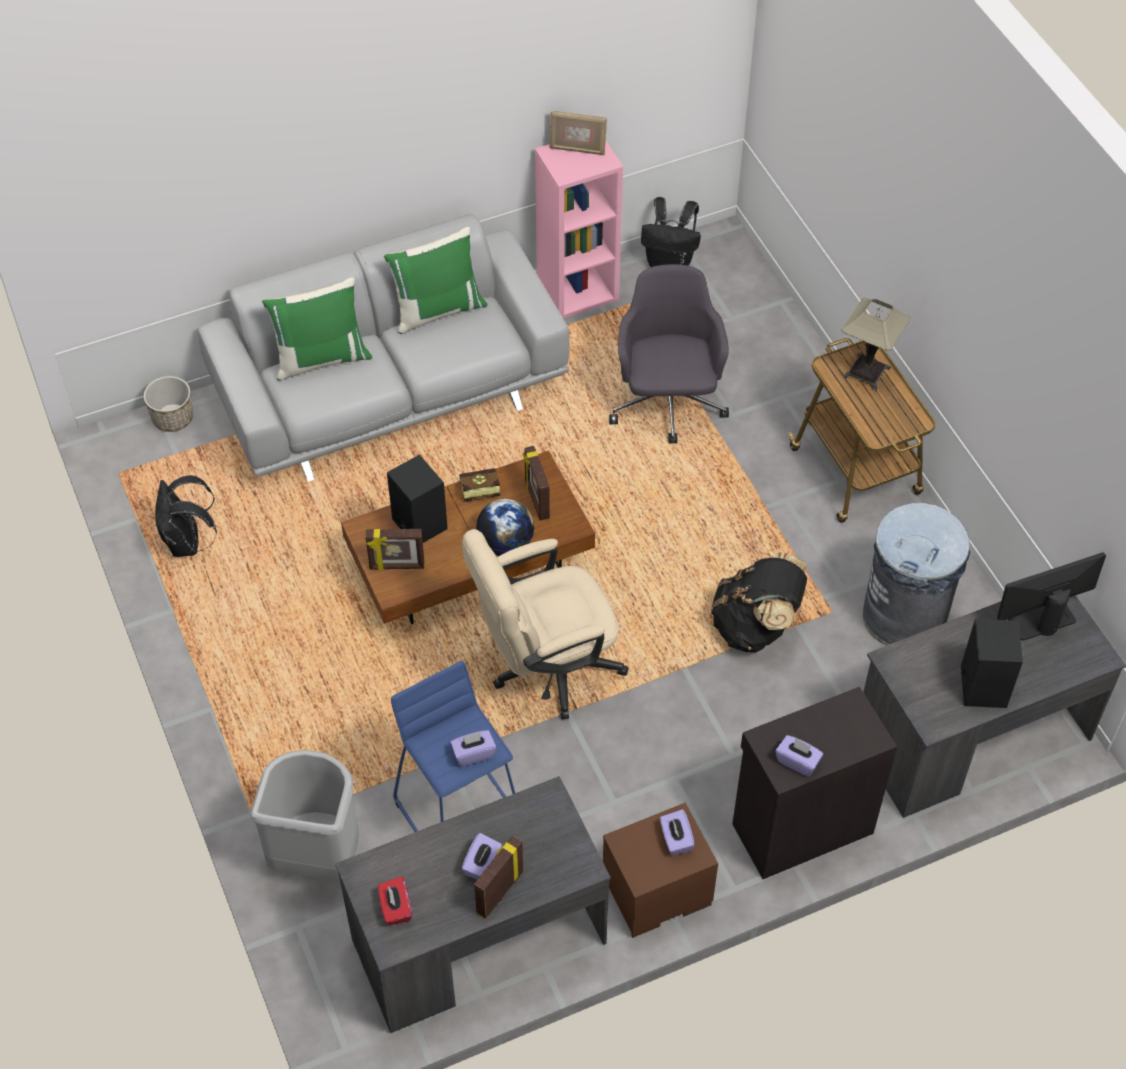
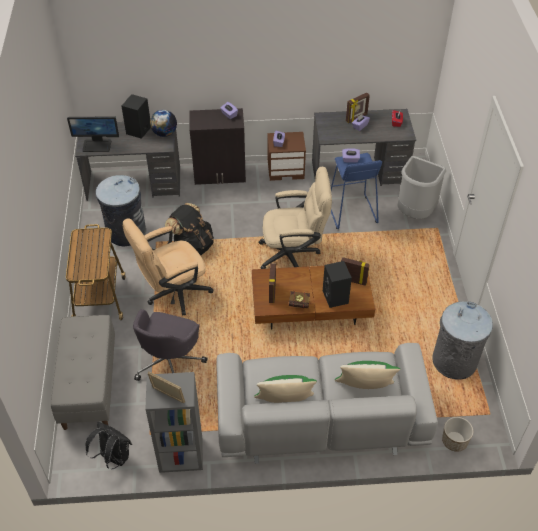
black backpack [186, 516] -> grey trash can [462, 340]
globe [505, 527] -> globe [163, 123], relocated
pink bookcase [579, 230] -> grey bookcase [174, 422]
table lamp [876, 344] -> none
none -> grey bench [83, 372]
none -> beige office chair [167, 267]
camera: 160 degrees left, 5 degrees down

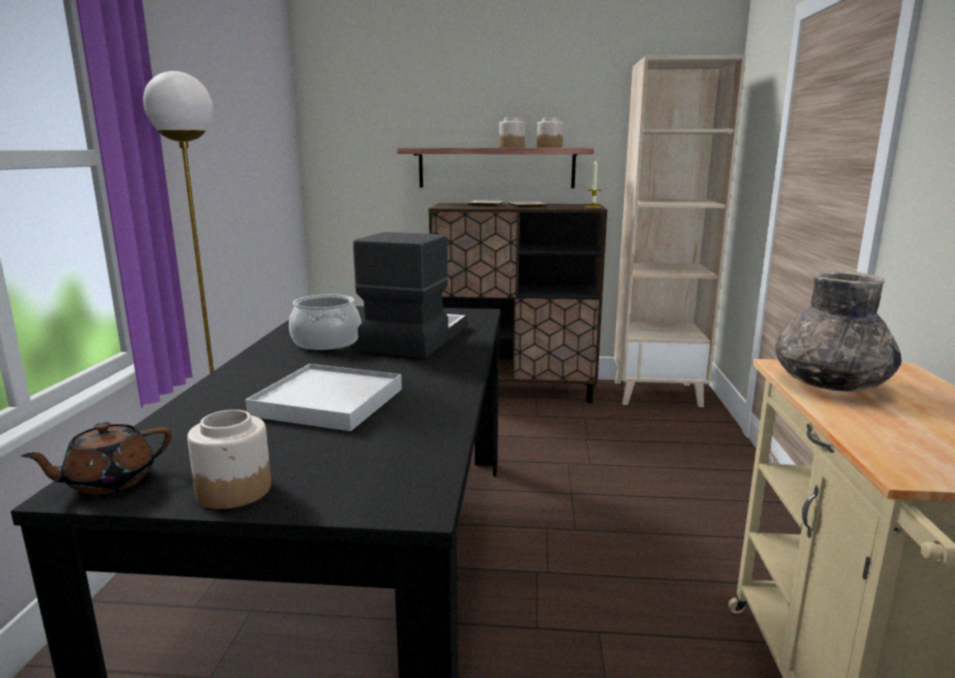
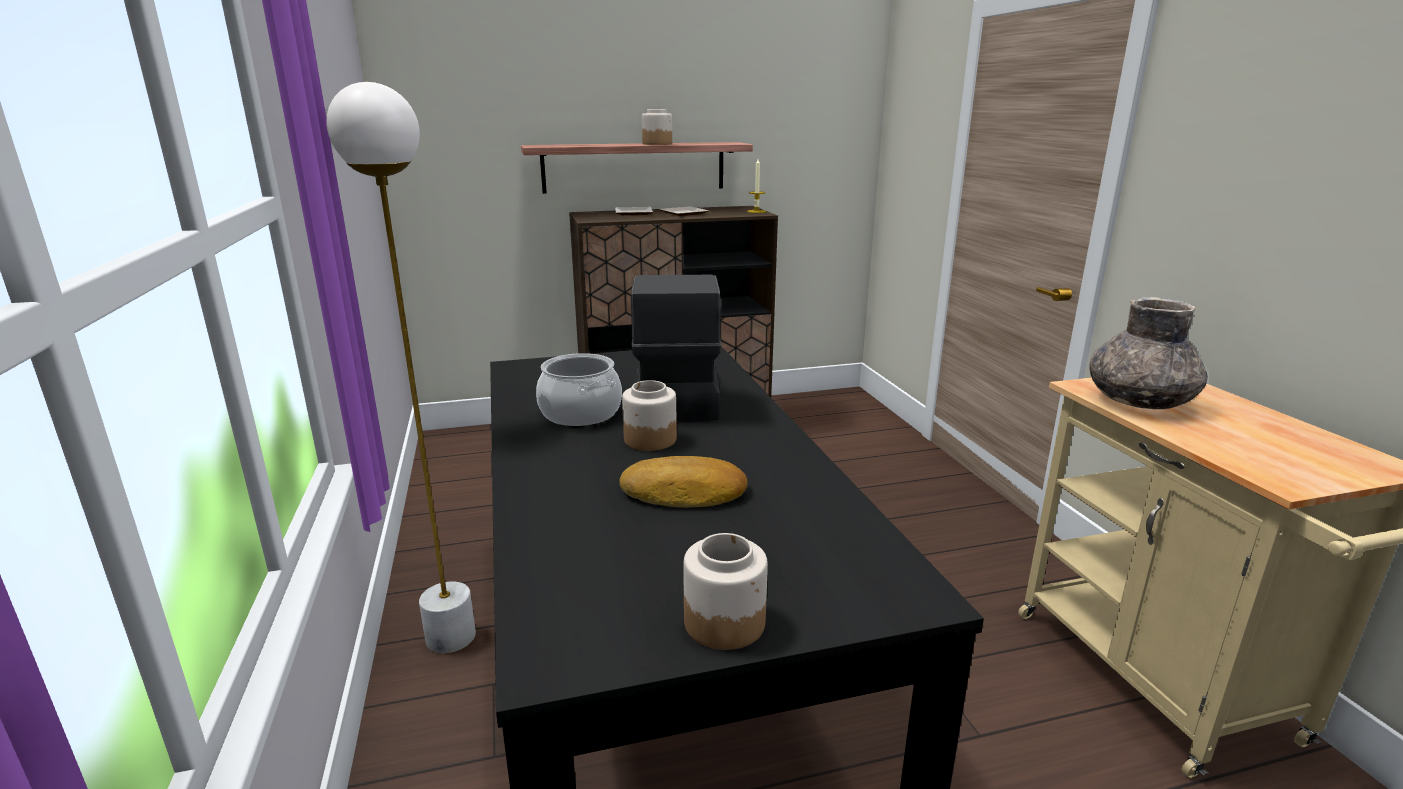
brown teapot [96, 458] -> none
white tray [323, 397] -> bread [683, 482]
jar [550, 133] -> jar [649, 415], relocated
beige bookcase [680, 231] -> none
camera: 20 degrees left, 5 degrees up

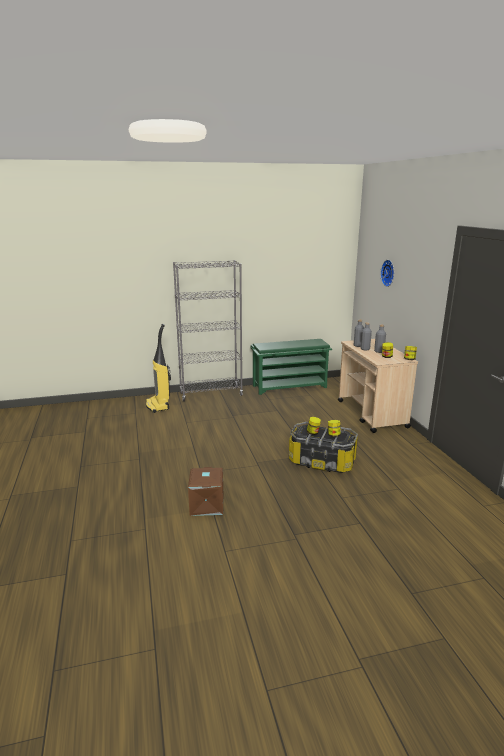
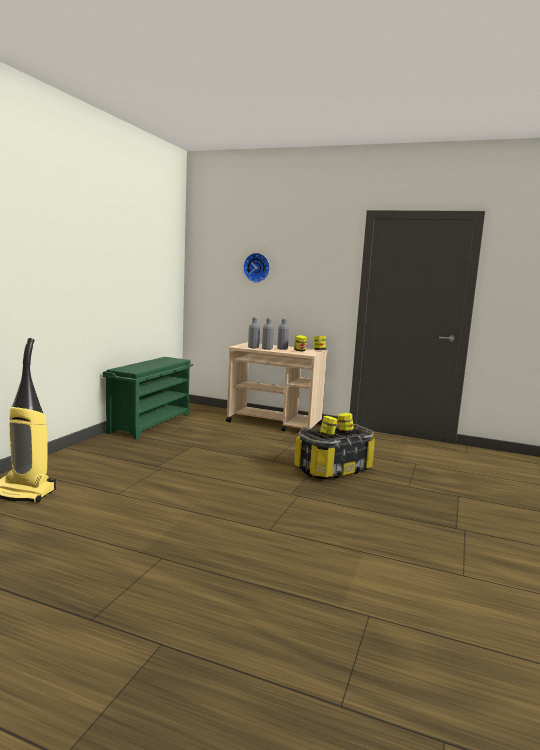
grey bookcase [208, 331] -> none
brown storage box [206, 491] -> none
camera: 55 degrees left, 10 degrees down

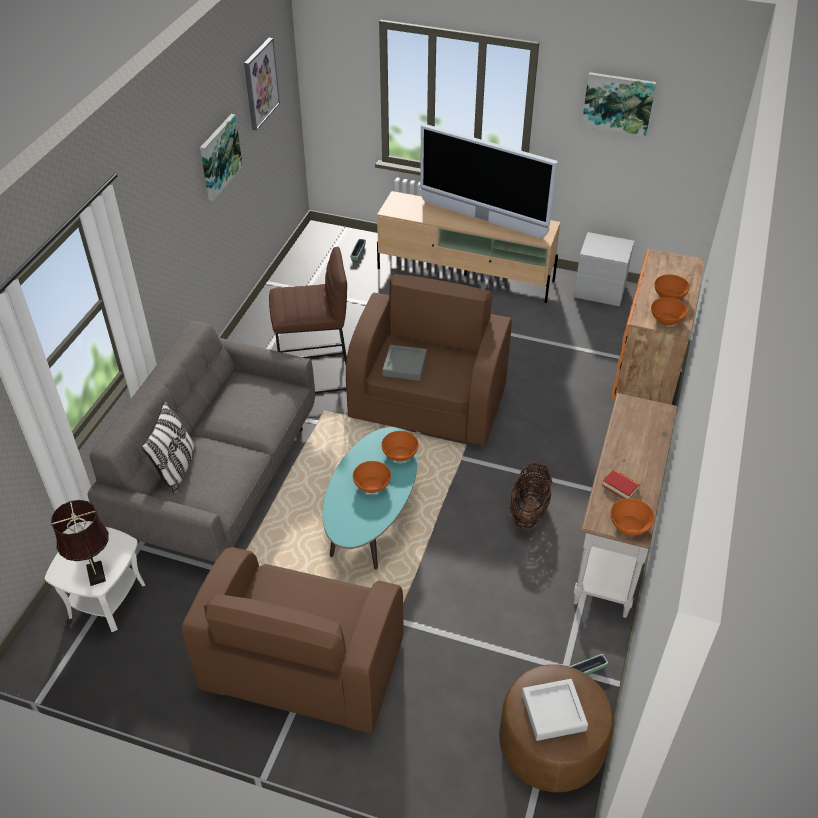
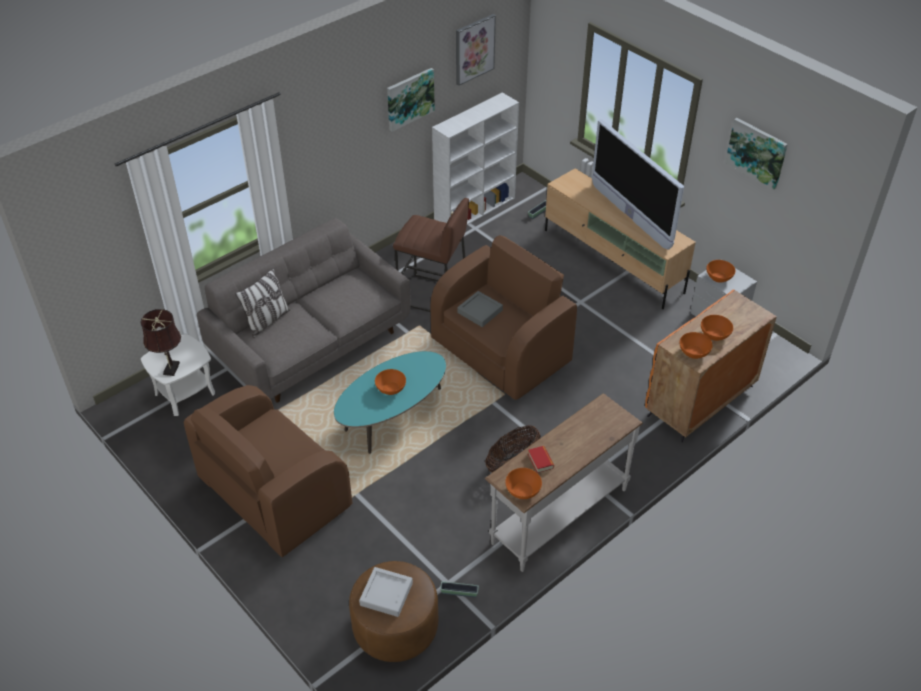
orange bowl [400, 446] -> orange bowl [720, 271], relocated
none -> white bookcase [475, 158]
camera: 30 degrees right, 0 degrees up

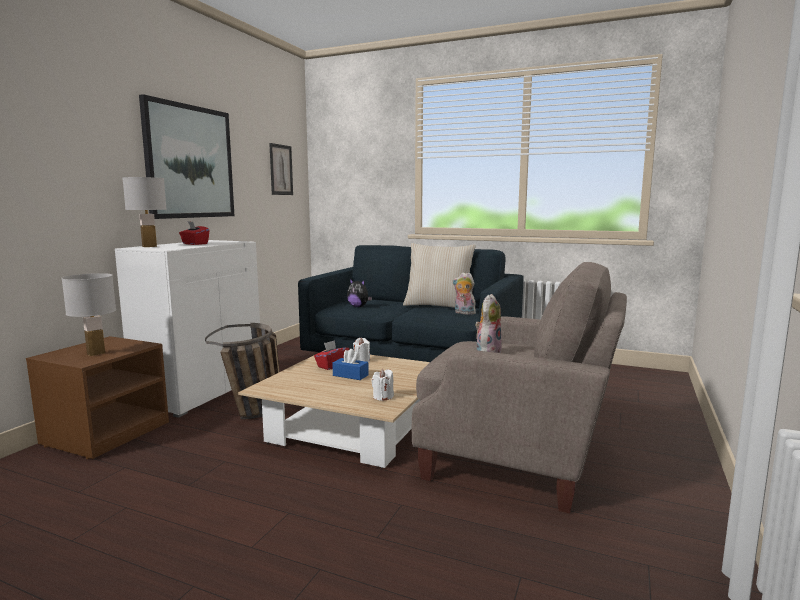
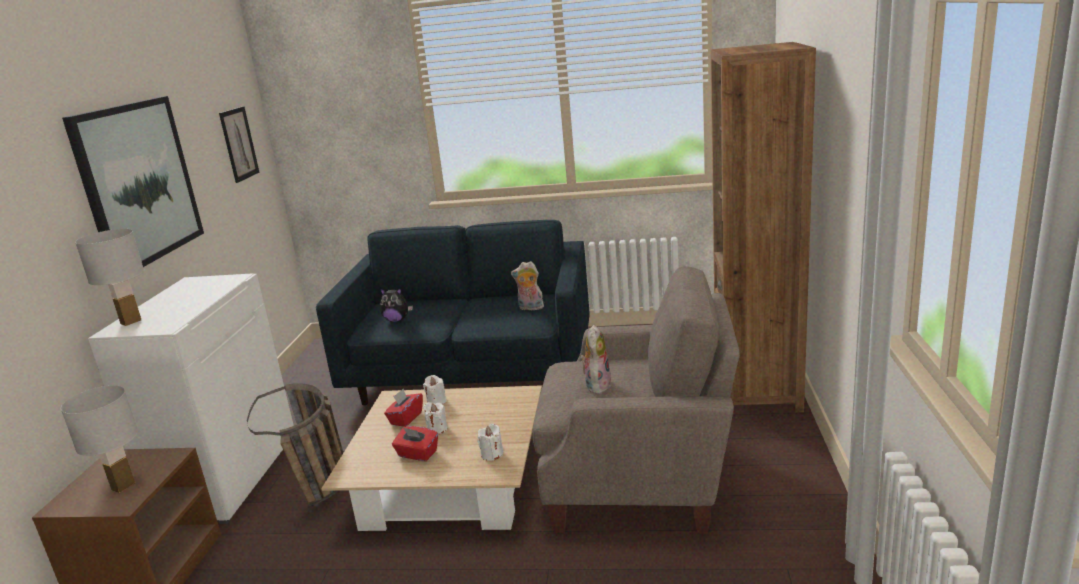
red tissue box [194, 233] -> red tissue box [415, 443], relocated
blue tissue box [350, 364] -> white candle [435, 418]
beige pillow [439, 275] -> none
none -> brown bookcase [763, 228]
camera: 15 degrees left, 10 degrees up

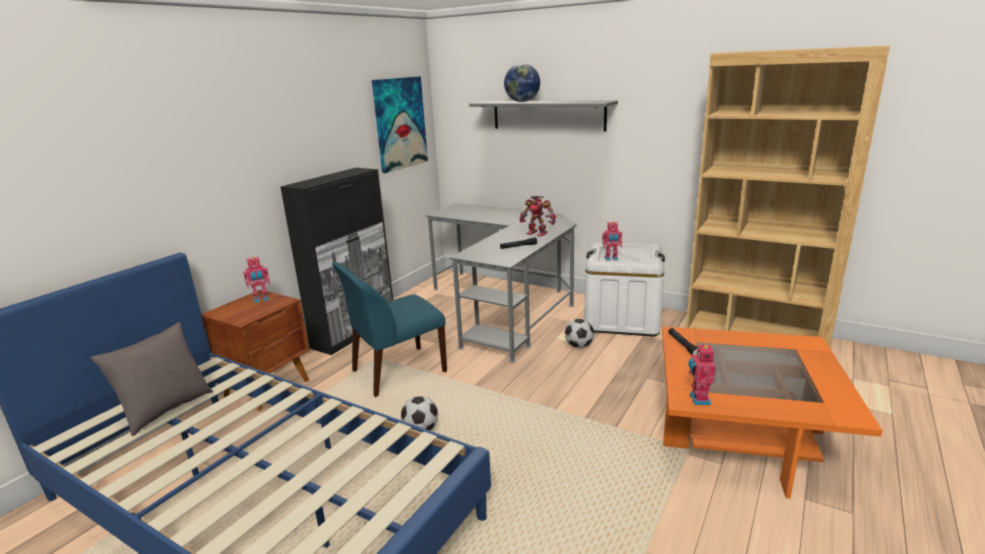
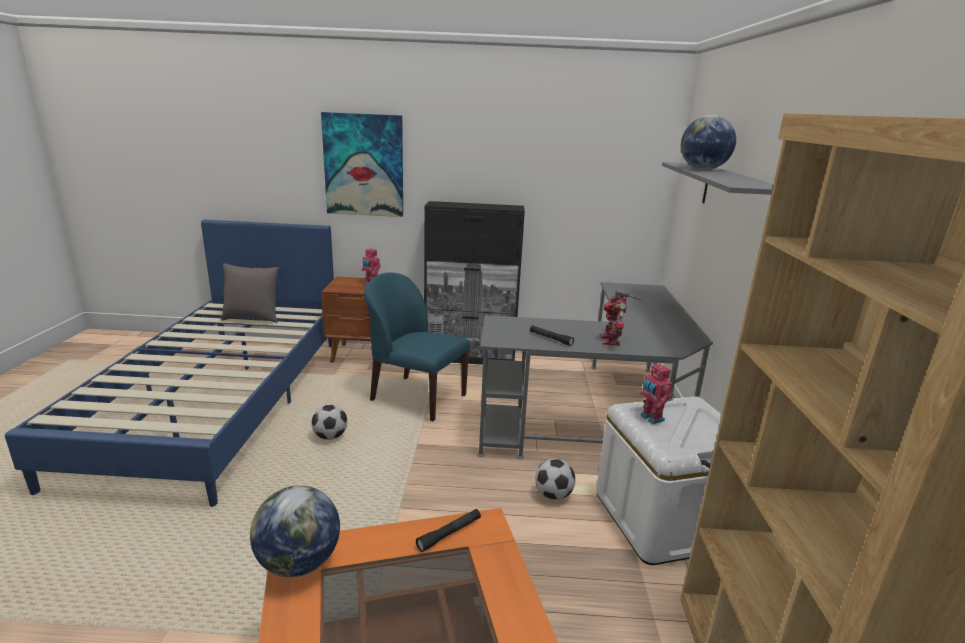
picture [400, 124] -> picture [362, 164], relocated
toy robot [702, 373] -> globe [295, 531]
camera: 60 degrees right, 0 degrees up

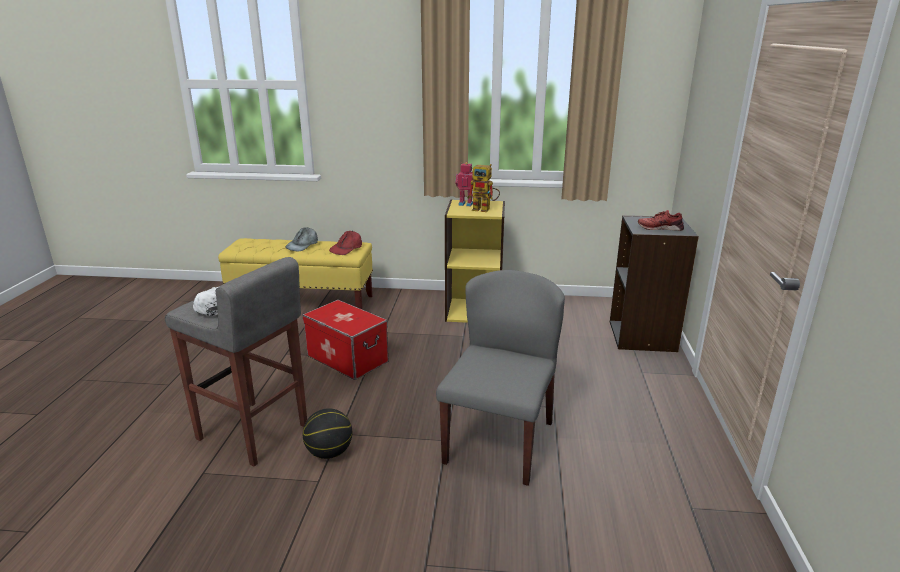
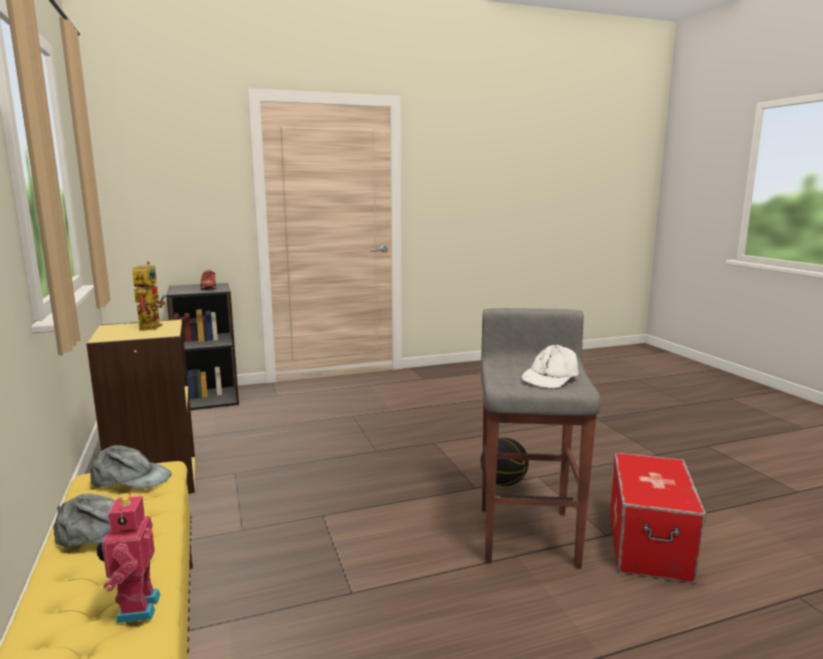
storage box [345, 340] -> storage box [658, 518], relocated
red cap [345, 243] -> grey cap [131, 466]
grey chair [500, 378] -> none
toy robot [464, 184] -> toy robot [128, 557], relocated
camera: 115 degrees left, 10 degrees down

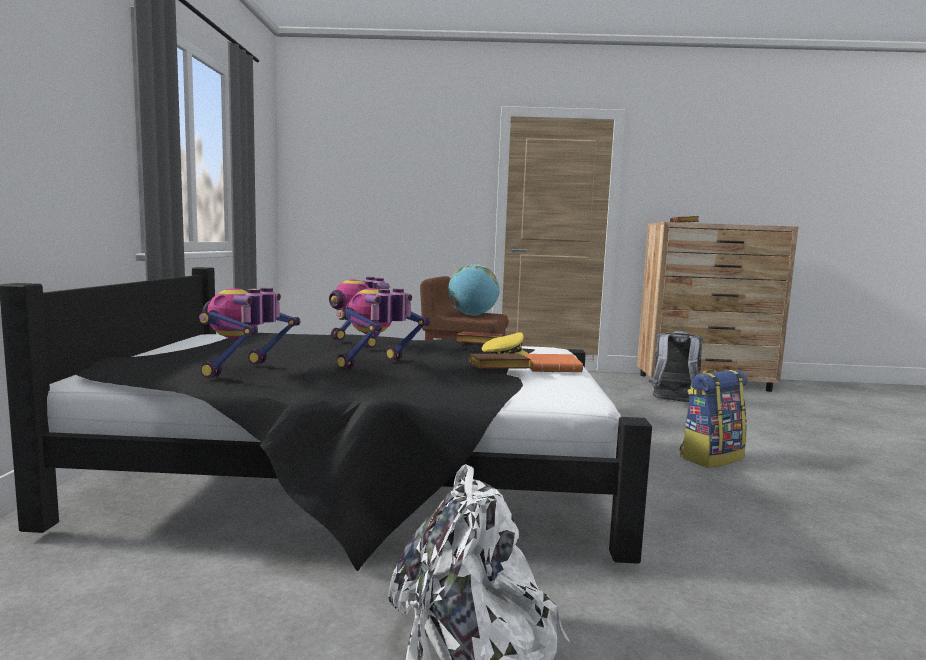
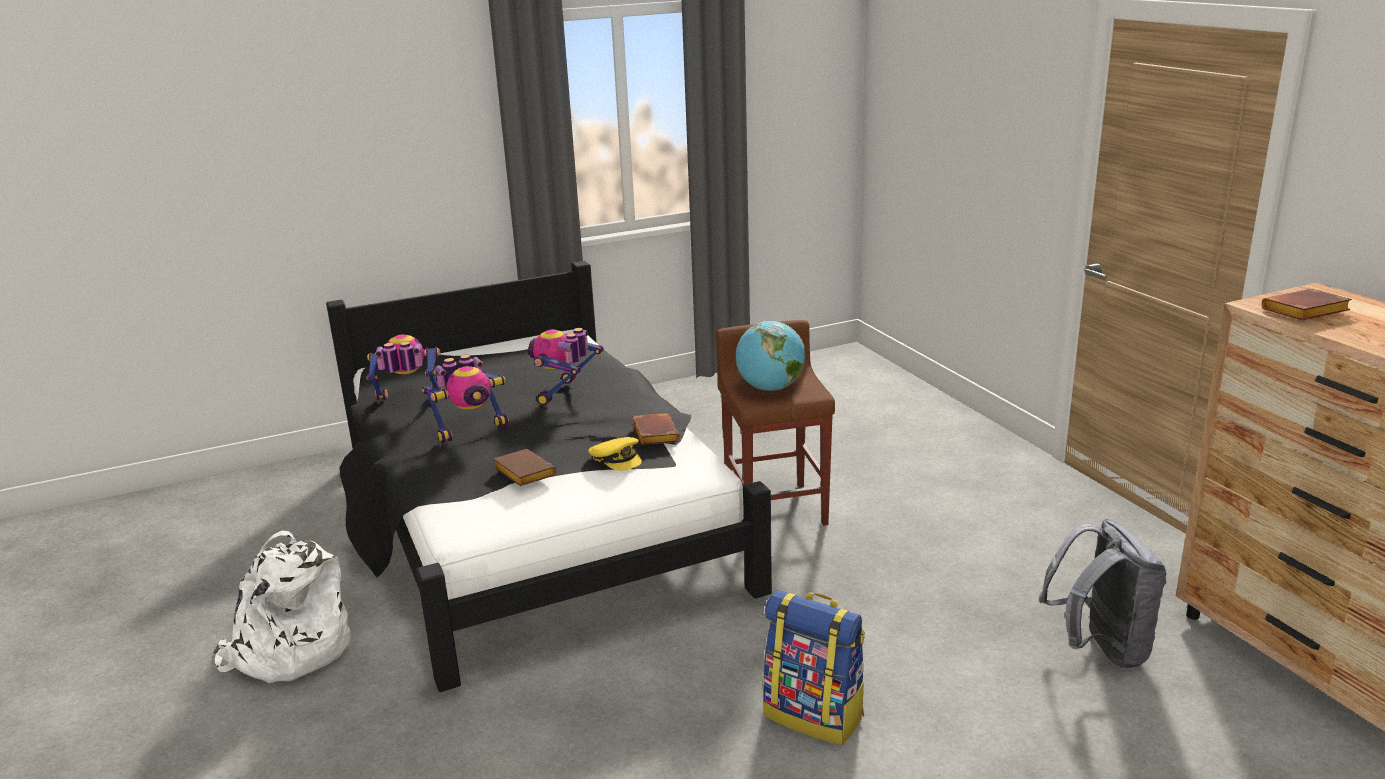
toy robot [383, 328] -> toy robot [465, 398], 135 degrees clockwise
orange book [554, 363] -> none
camera: 65 degrees right, 15 degrees up

